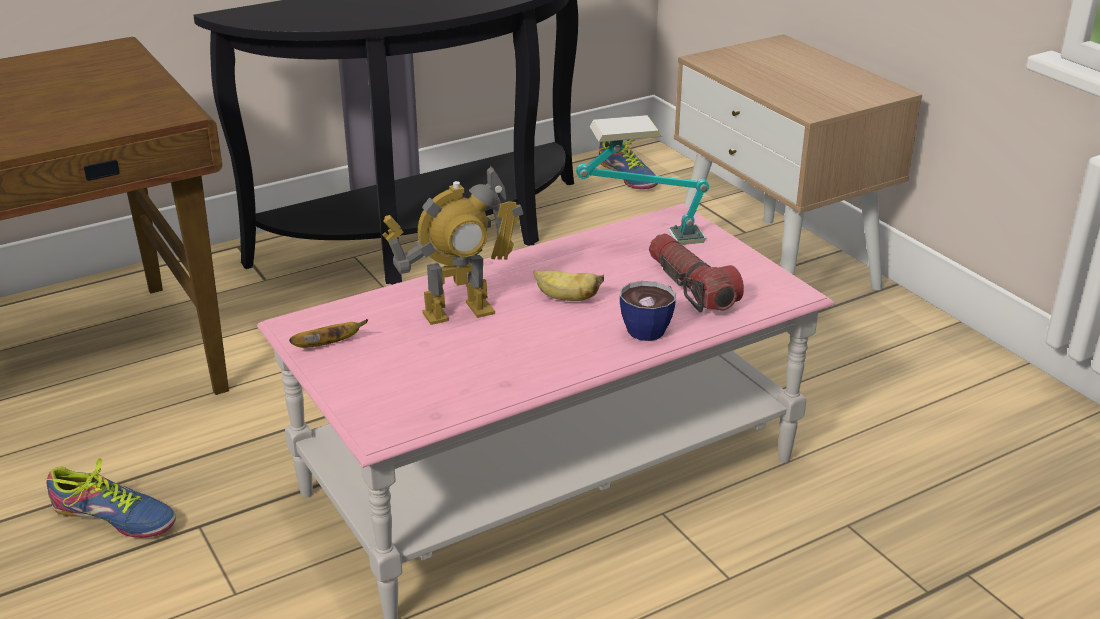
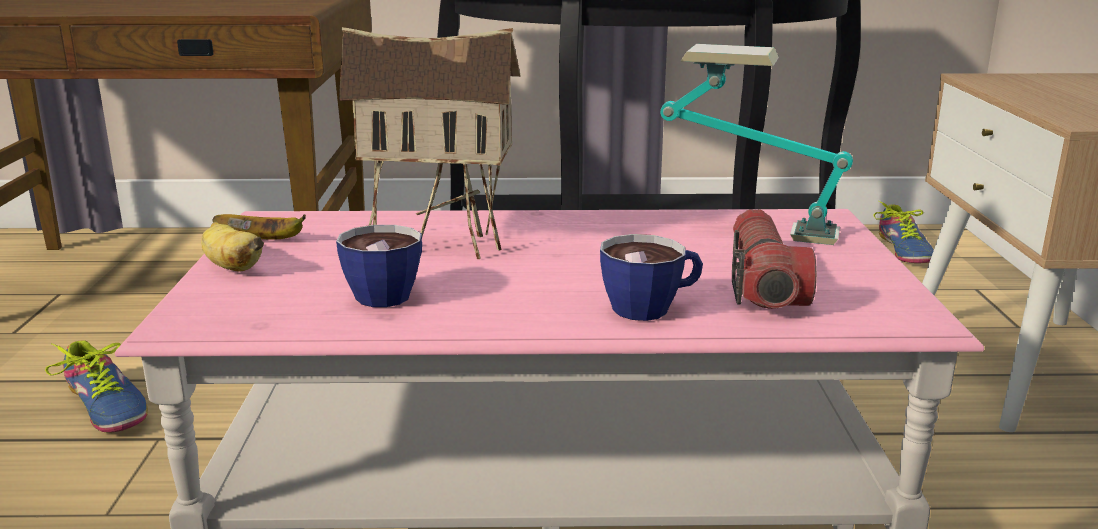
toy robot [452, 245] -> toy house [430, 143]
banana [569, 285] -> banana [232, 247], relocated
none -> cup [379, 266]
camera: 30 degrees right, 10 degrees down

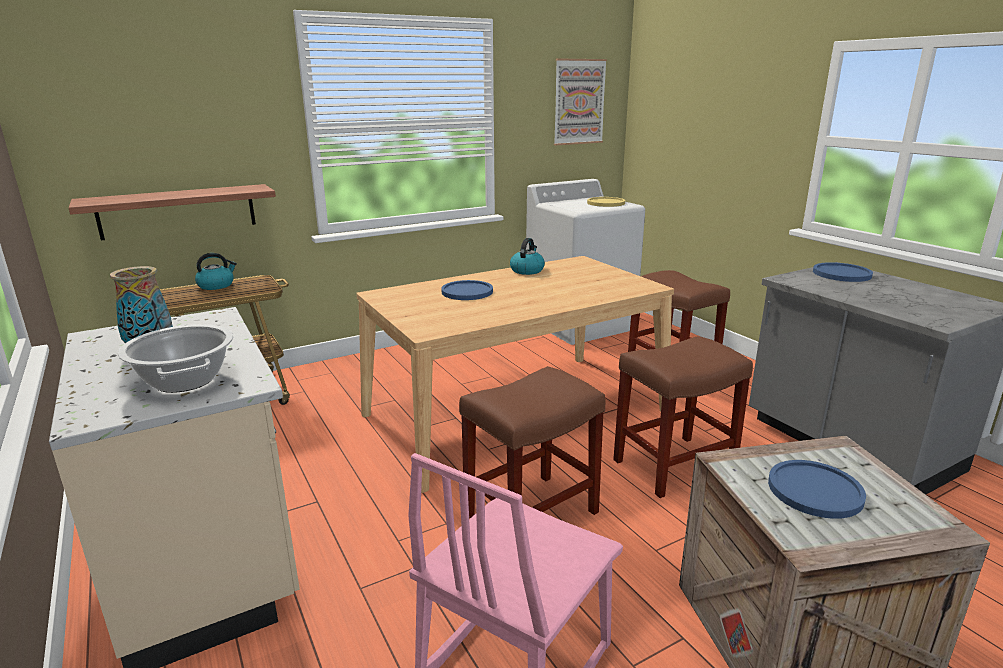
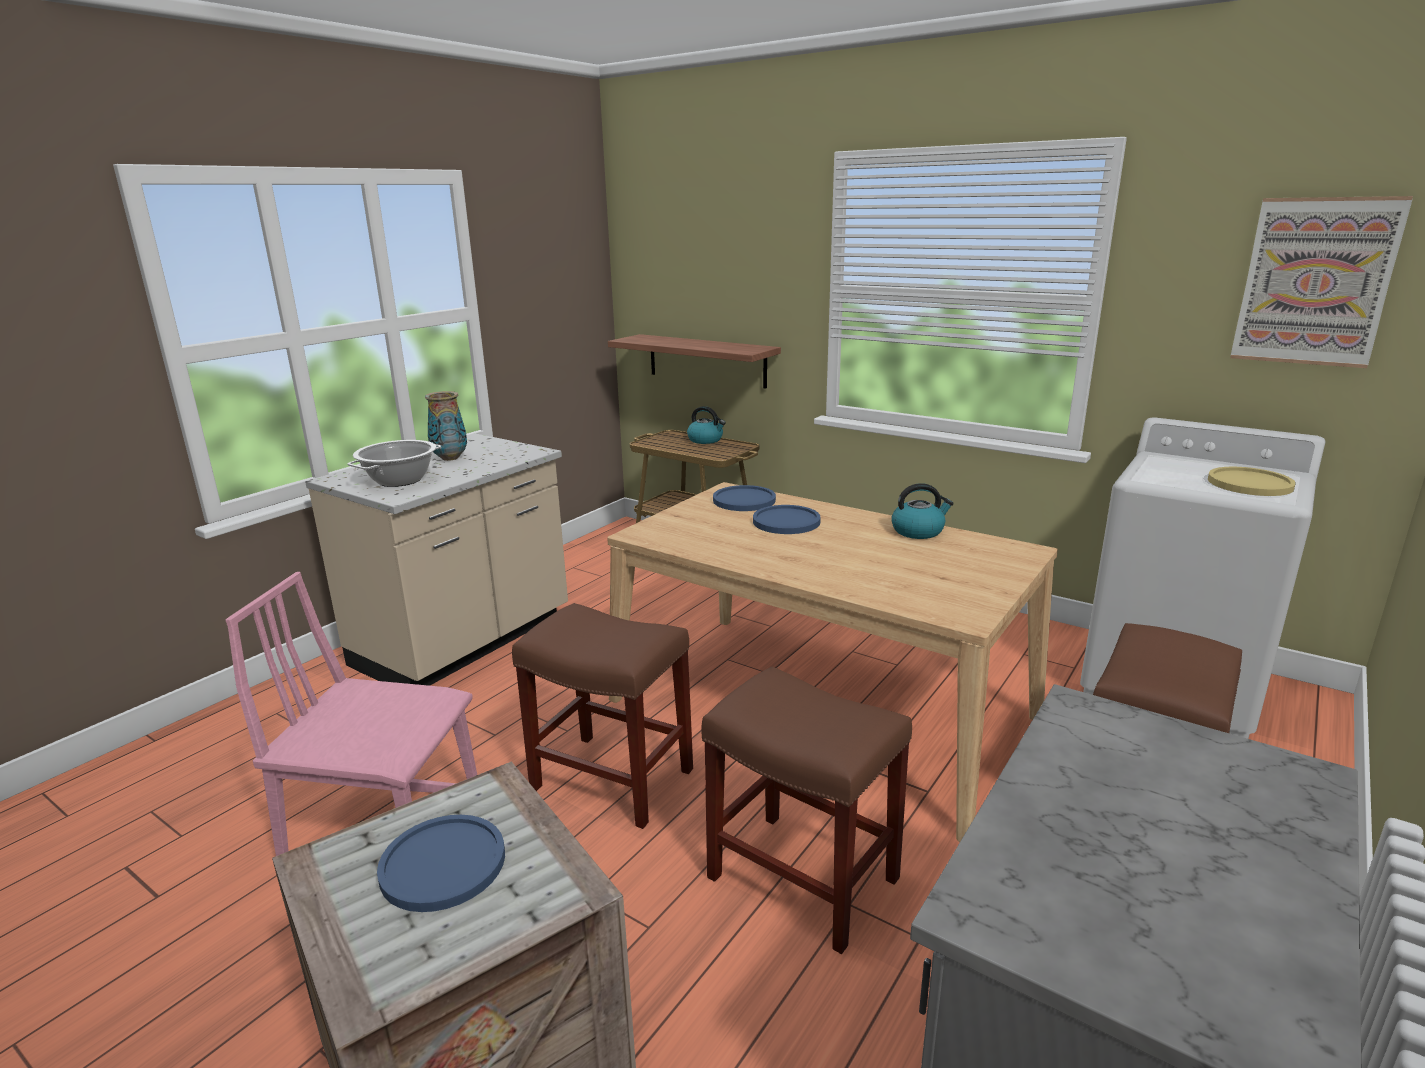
blue plate [843, 272] -> blue plate [744, 498], relocated
camera: 65 degrees right, 0 degrees up

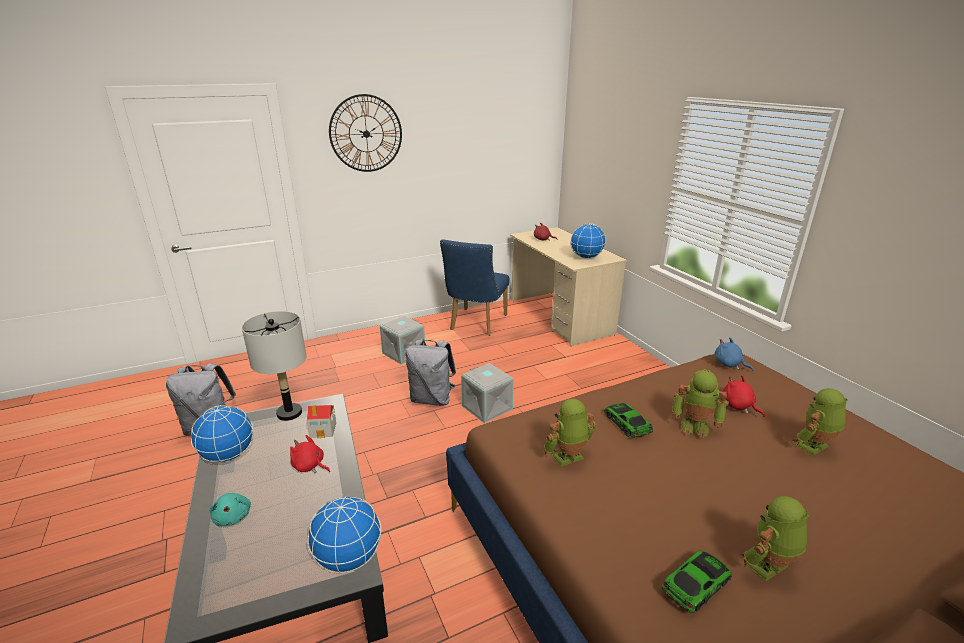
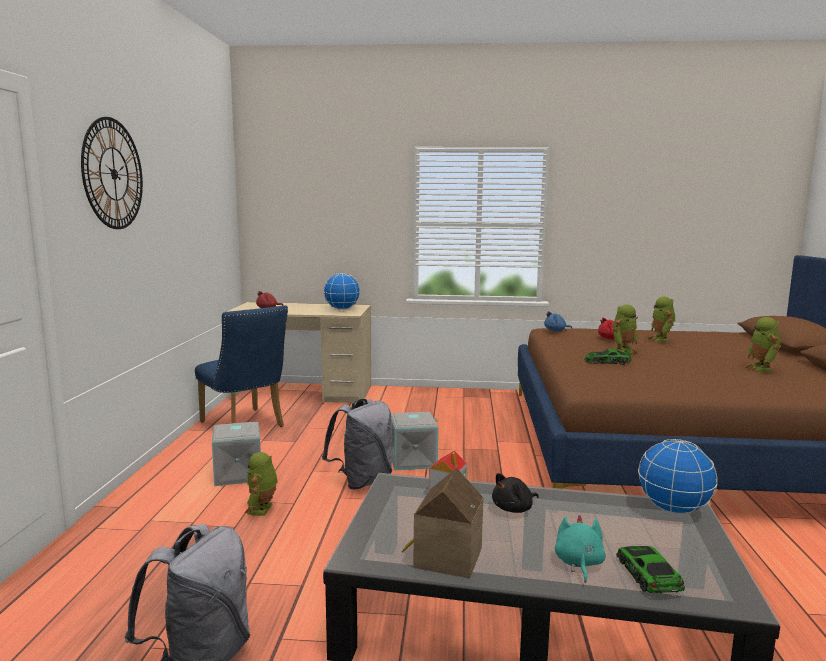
globe [222, 434] -> toy house [442, 523]
turquoise plush toy [230, 509] -> turquoise plush toy [580, 549], 90 degrees counterclockwise
grey table lamp [274, 366] -> none
red plush toy [310, 454] -> black plush toy [515, 493]
toy robot [570, 433] -> toy robot [261, 484], relocated
toy car [697, 582] -> toy car [650, 570], relocated
camera: 60 degrees left, 15 degrees down

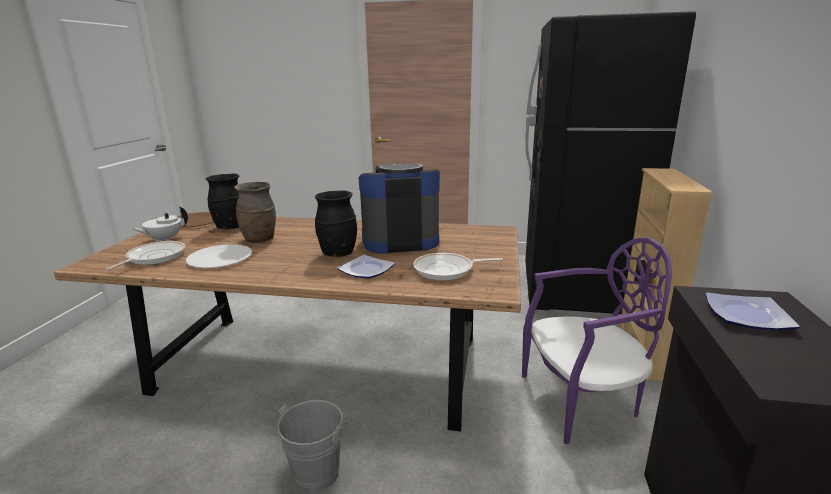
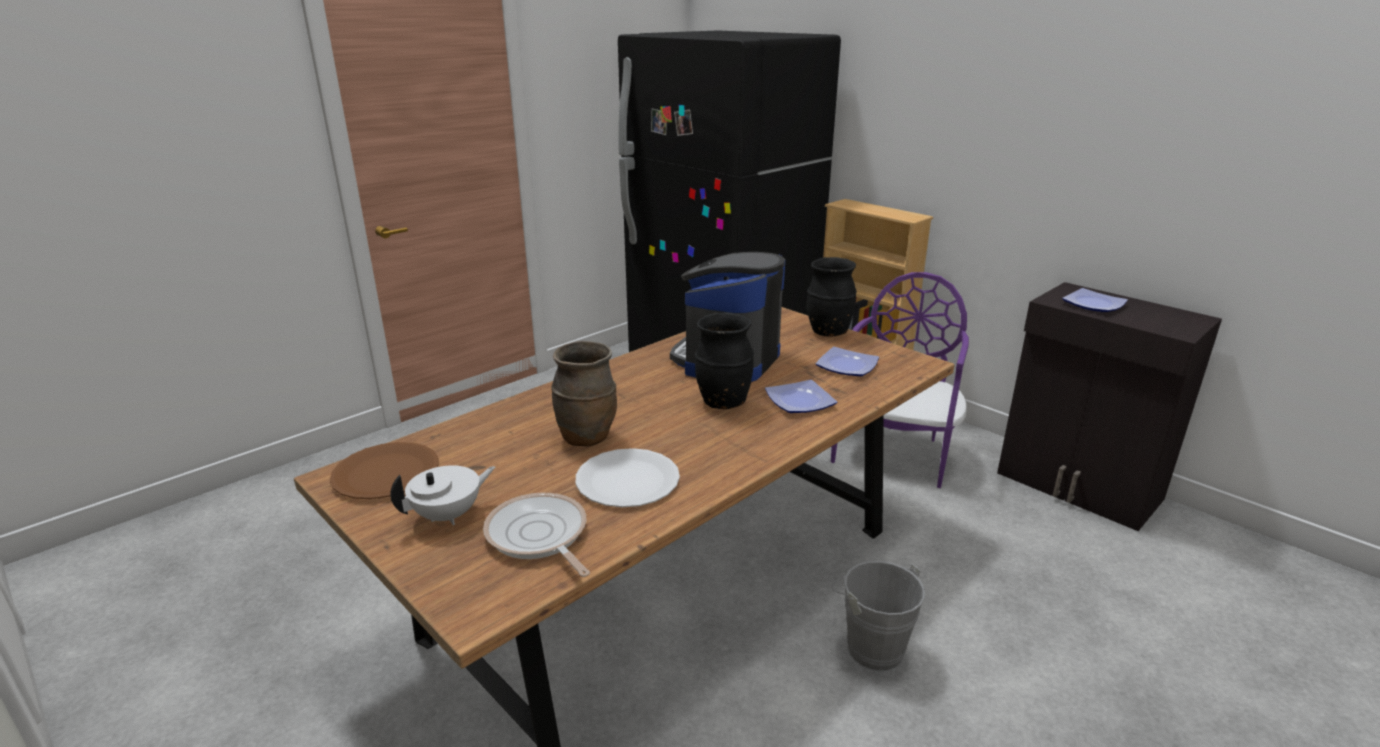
white teapot [159, 224] -> white teapot [442, 495], 120 degrees counterclockwise
black vase [222, 201] -> black vase [832, 296], relocated
frying pan [458, 266] -> plate [847, 361]
camera: 55 degrees left, 5 degrees up

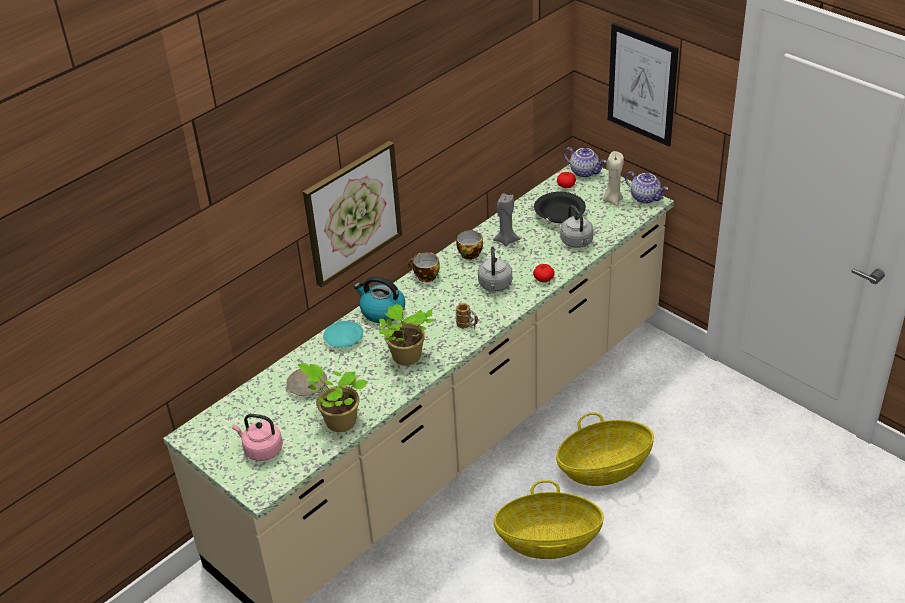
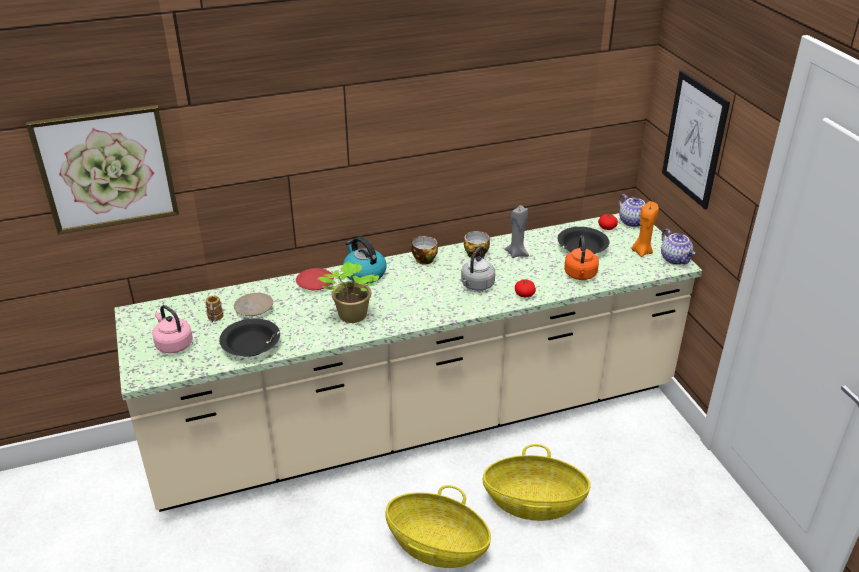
potted plant [333, 397] -> black bowl [249, 337]
picture [352, 214] -> picture [102, 169], relocated
turquoise plate [343, 334] -> red plate [315, 279]
mug [467, 316] -> mug [214, 309], relocated
grey kettle [577, 226] -> orange kettle [581, 258]
beige candle [613, 178] -> orange candle [645, 229]
camera: 25 degrees right, 5 degrees down

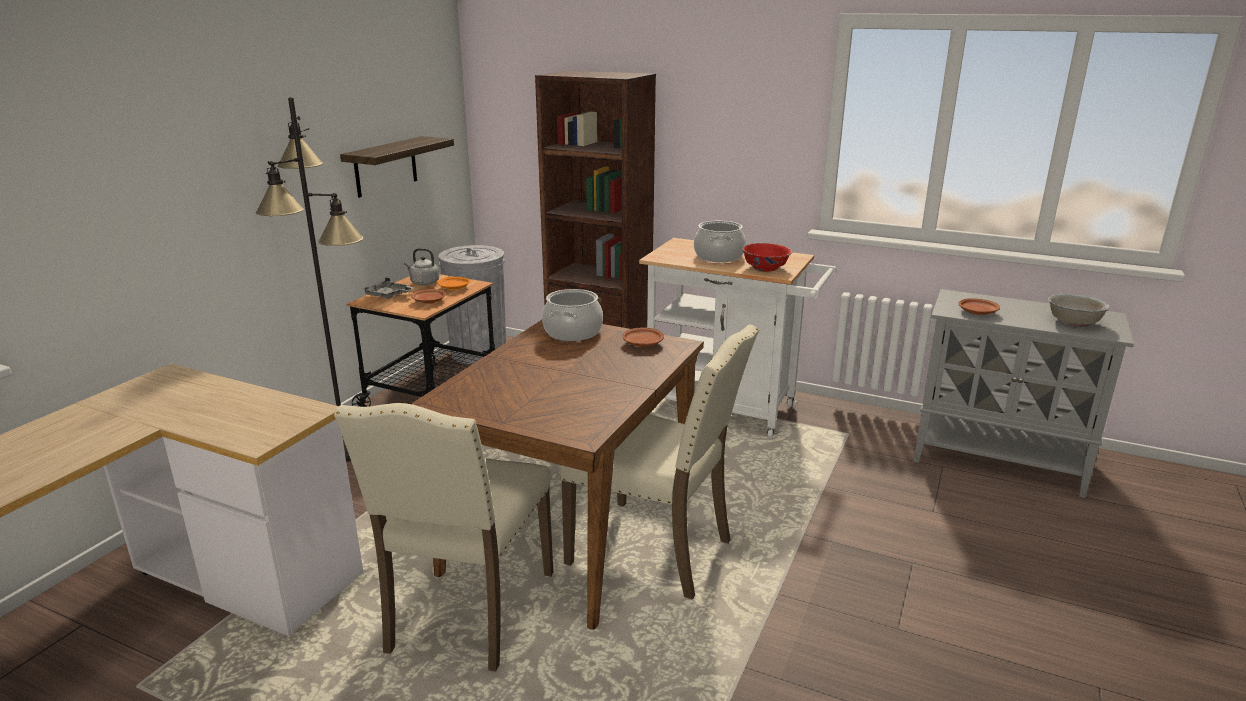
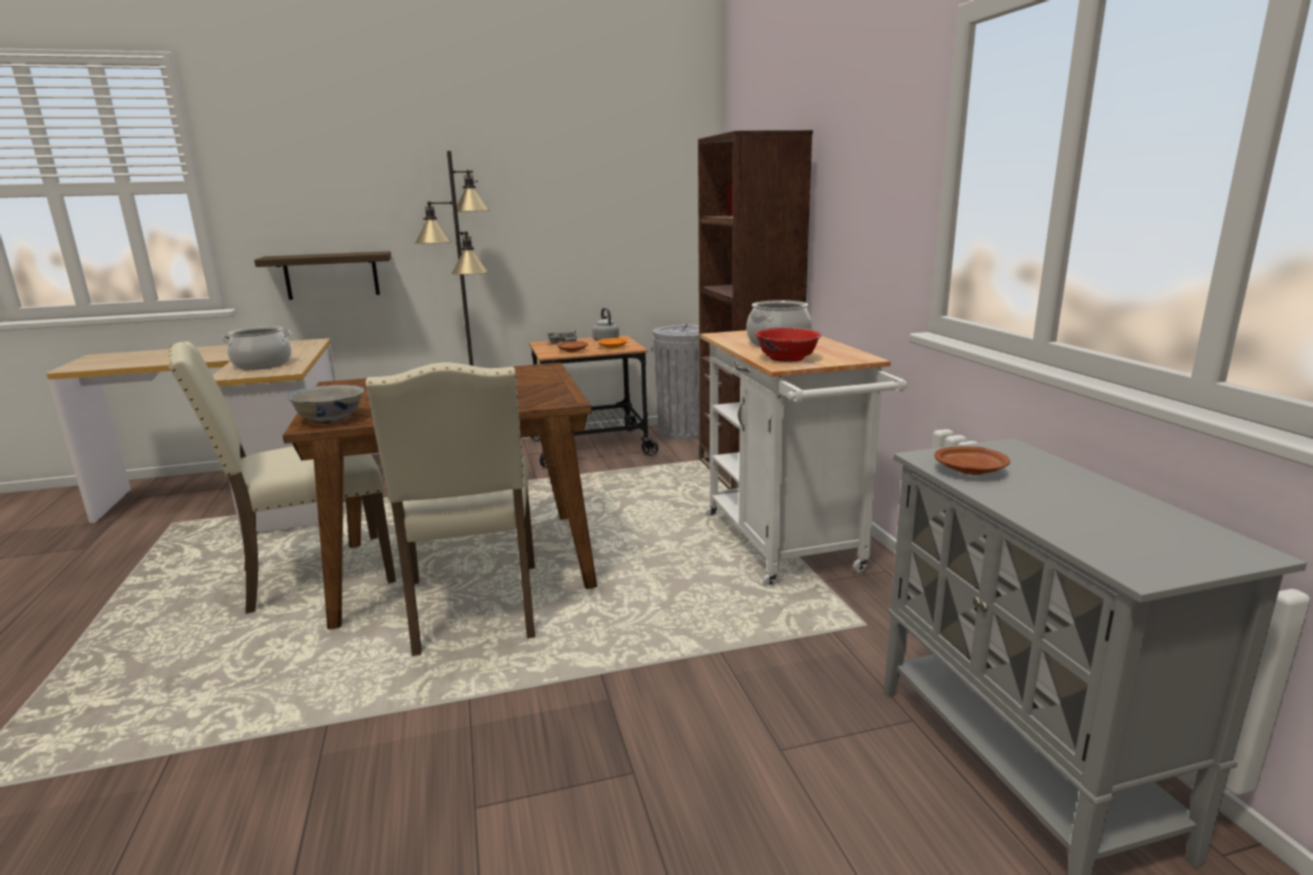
shelf [397, 167] -> shelf [323, 275], relocated
cooking pot [572, 315] -> cooking pot [256, 347], relocated
brown plate [643, 337] -> none
white bowl [1079, 310] -> white bowl [325, 404], relocated
camera: 50 degrees right, 5 degrees down

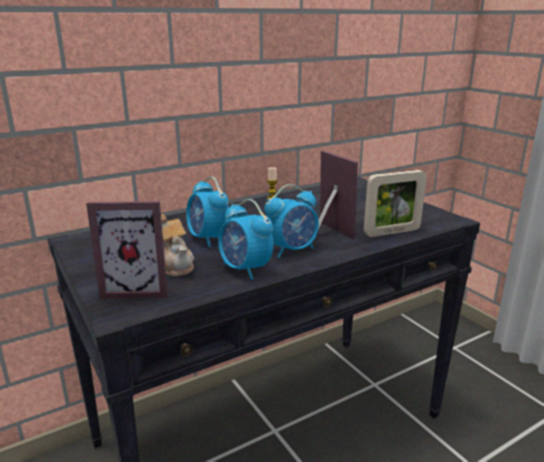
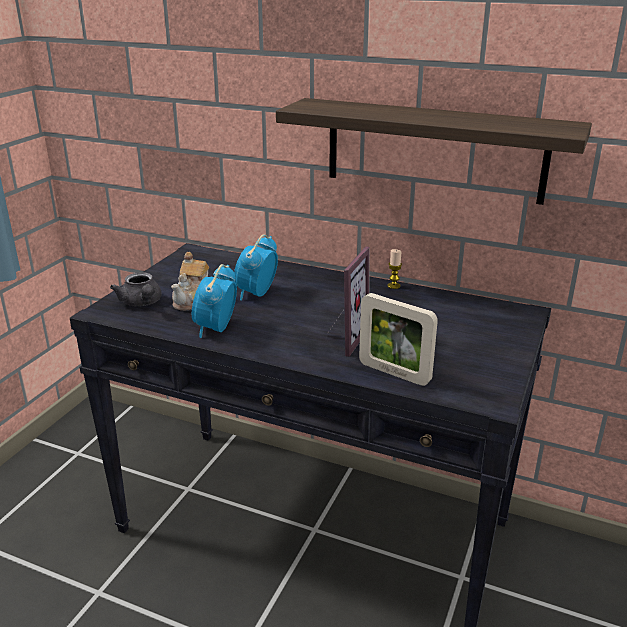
picture frame [127, 250] -> grey teapot [136, 289]
alarm clock [292, 221] -> none
none -> shelf [434, 151]
camera: 55 degrees right, 5 degrees up

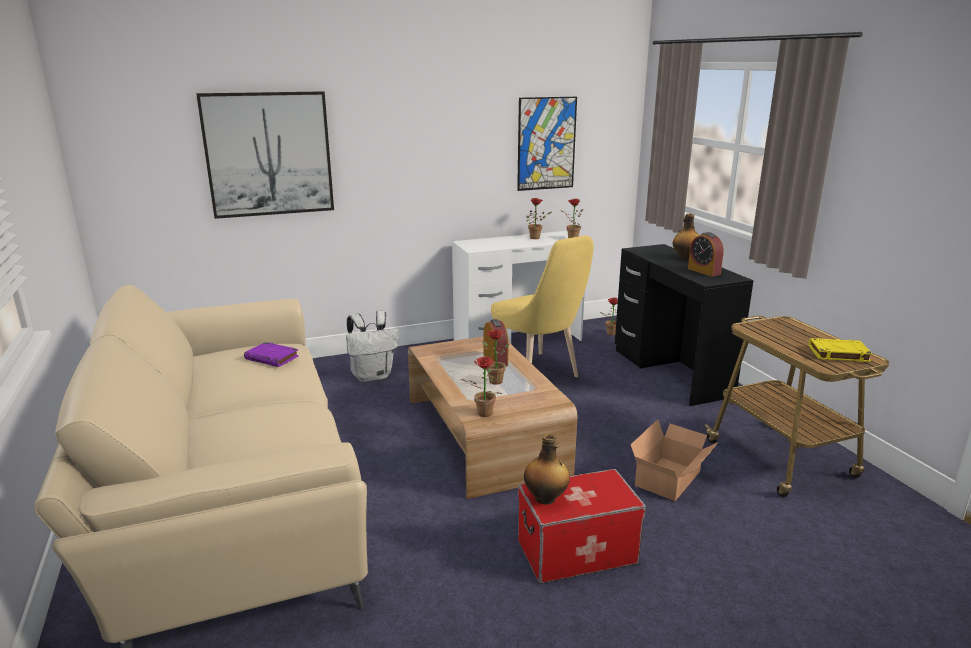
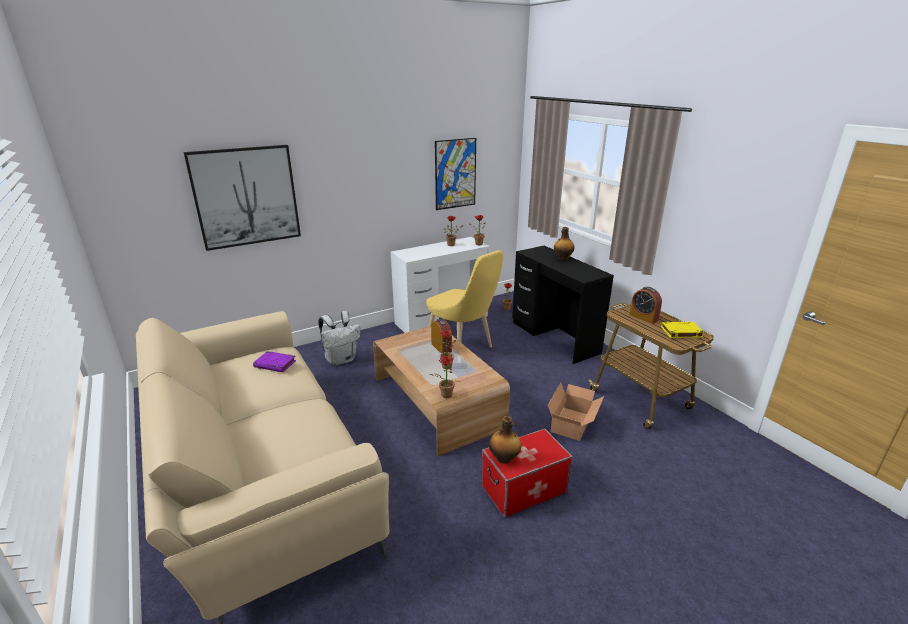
alarm clock [706, 254] -> alarm clock [645, 305], relocated
camera: 10 degrees left, 5 degrees up

